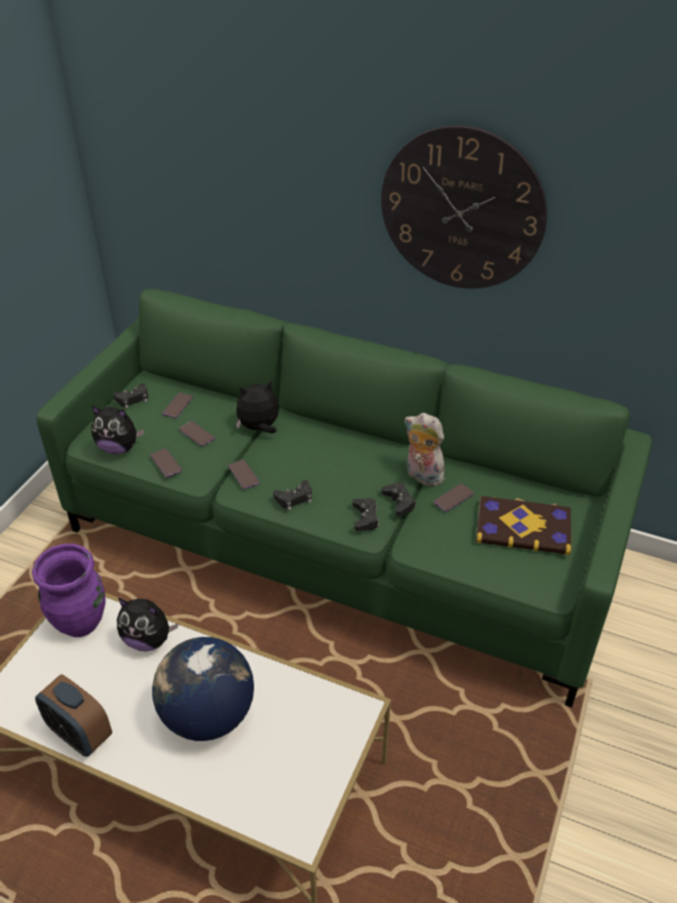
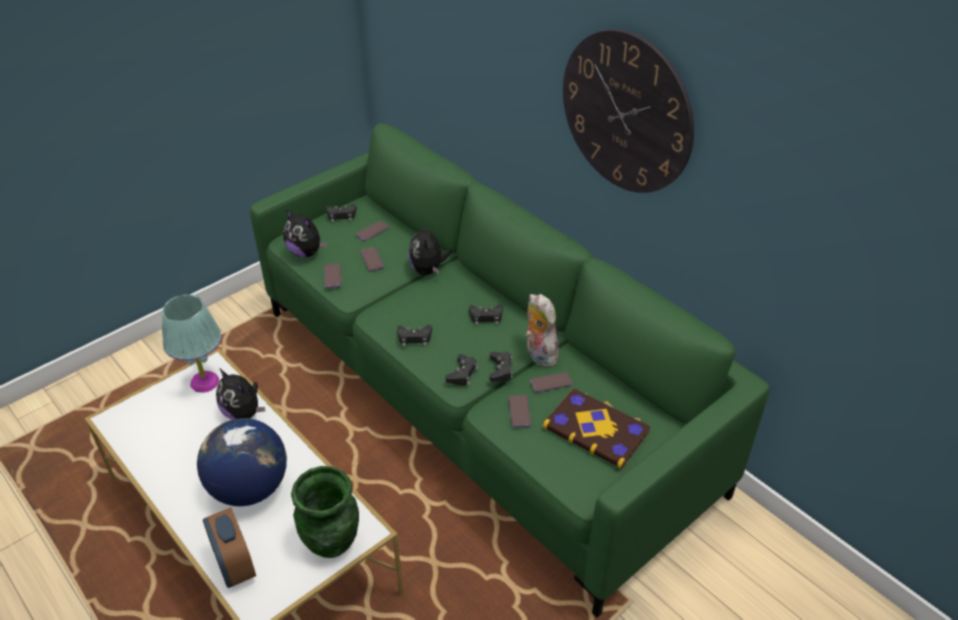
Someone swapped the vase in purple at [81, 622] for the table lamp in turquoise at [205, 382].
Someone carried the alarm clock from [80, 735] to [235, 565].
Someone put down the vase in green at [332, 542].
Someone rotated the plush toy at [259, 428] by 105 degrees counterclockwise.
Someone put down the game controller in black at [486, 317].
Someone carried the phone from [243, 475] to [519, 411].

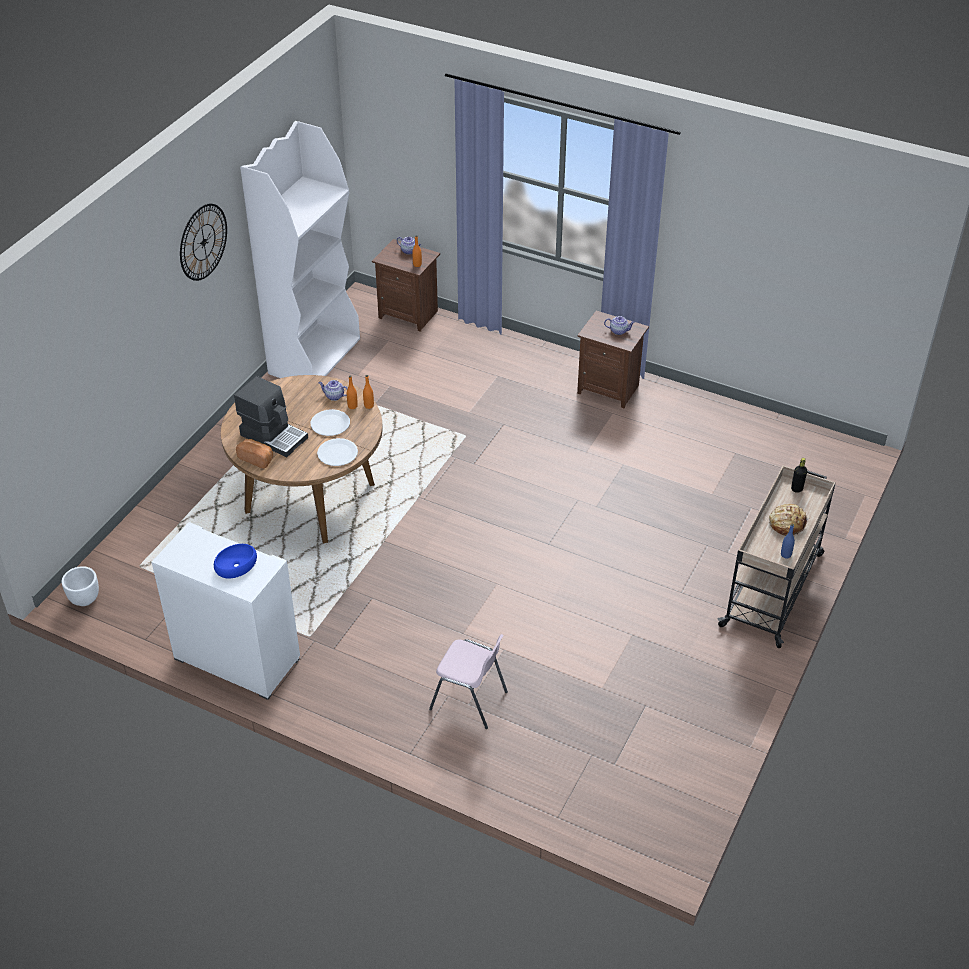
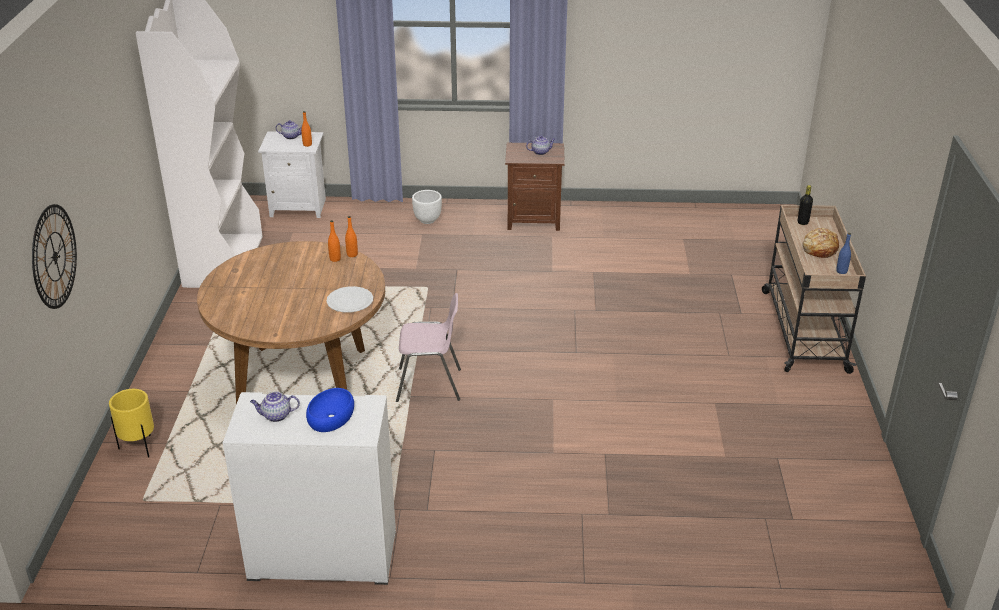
Someone carried the wall clock from [203, 242] to [54, 256].
Someone put down the planter in yellow at [139, 447].
Someone carried the teapot from [334, 396] to [276, 416].
Someone repainted the nightstand in brown at [409, 314], which became the nightstand in white at [298, 207].
Someone carried the chair in pink from [469, 701] to [430, 385].
Someone carried the planter in white from [84, 599] to [427, 220].
Someone took away the coffee machine at [274, 436].
Someone took away the bread at [257, 458].
Someone took away the plate in white at [330, 424].

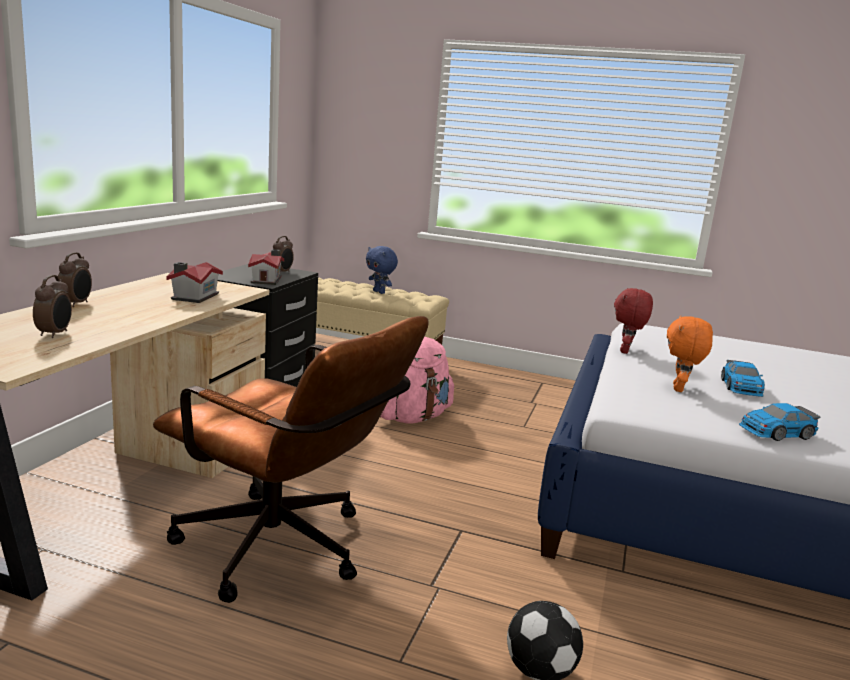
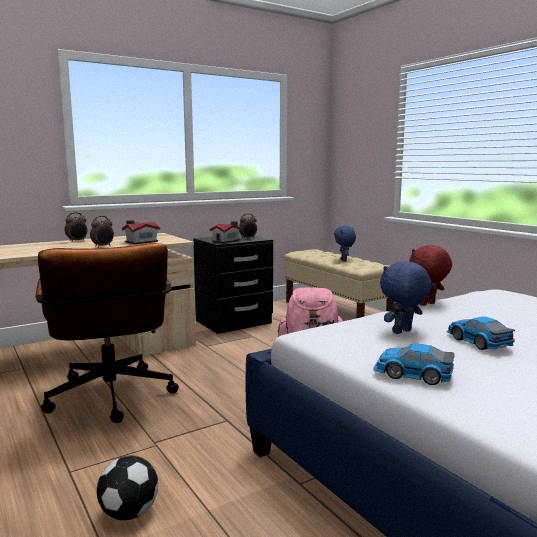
Someone carried the alarm clock from [55, 334] to [103, 246].
Someone repainted the plush toy in orange at [680, 389], which became the plush toy in blue at [402, 332].
Someone rotated the toy car at [741, 388] by 105 degrees clockwise.

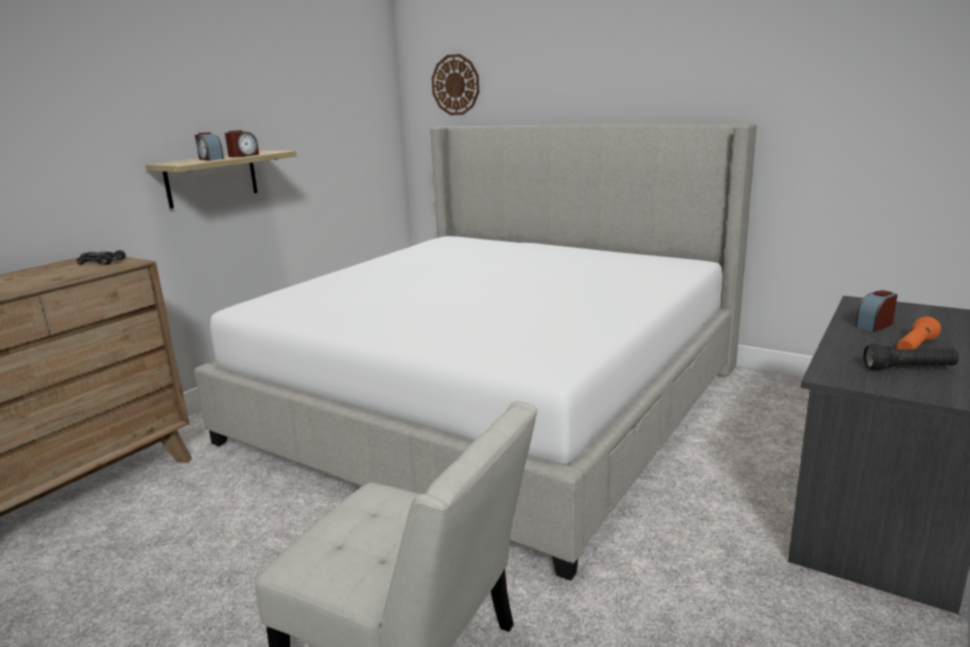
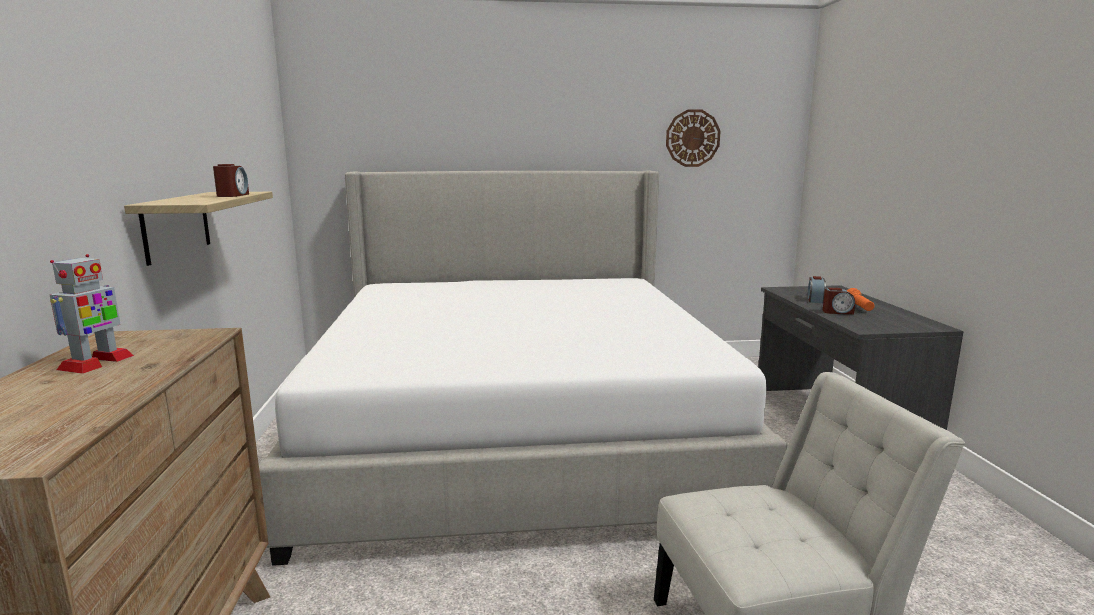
Someone put down the toy robot at [96, 363].
Someone carried the wall clock from [455, 85] to [692, 138].
Someone carried the alarm clock from [210, 159] to [837, 312].
Someone took away the toy car at [102, 262].
Someone took away the flashlight in black at [909, 368].

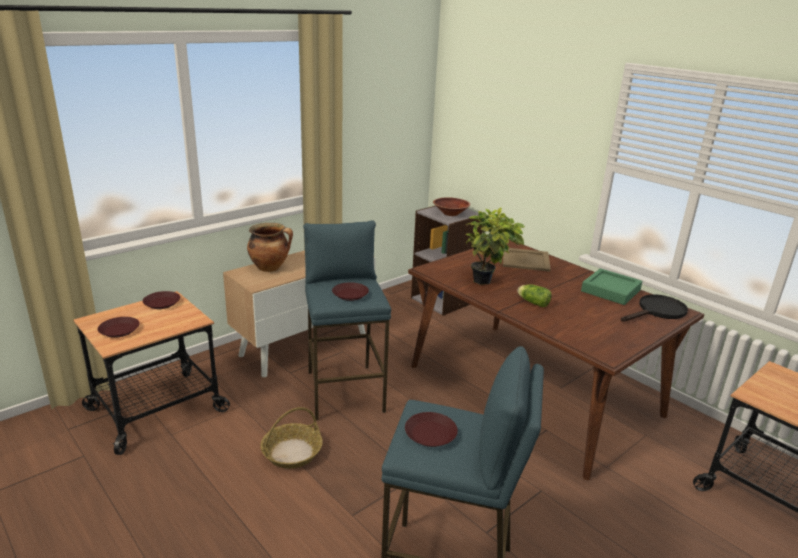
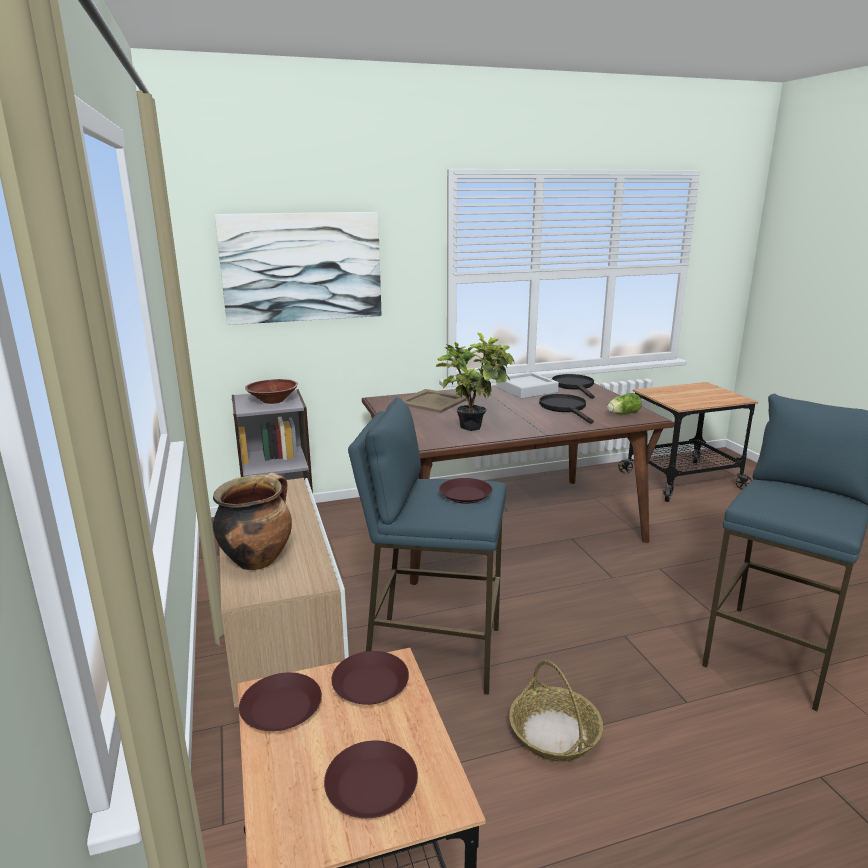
Someone put up the picture at [302, 267].
Someone carried the plate in brown from [430, 433] to [369, 684].
Someone repainted the tray in green at [610, 291], which became the tray in grey at [526, 390].
Someone put down the frying pan in black at [565, 408].
Someone carried the lettuce from [532, 302] to [622, 414].

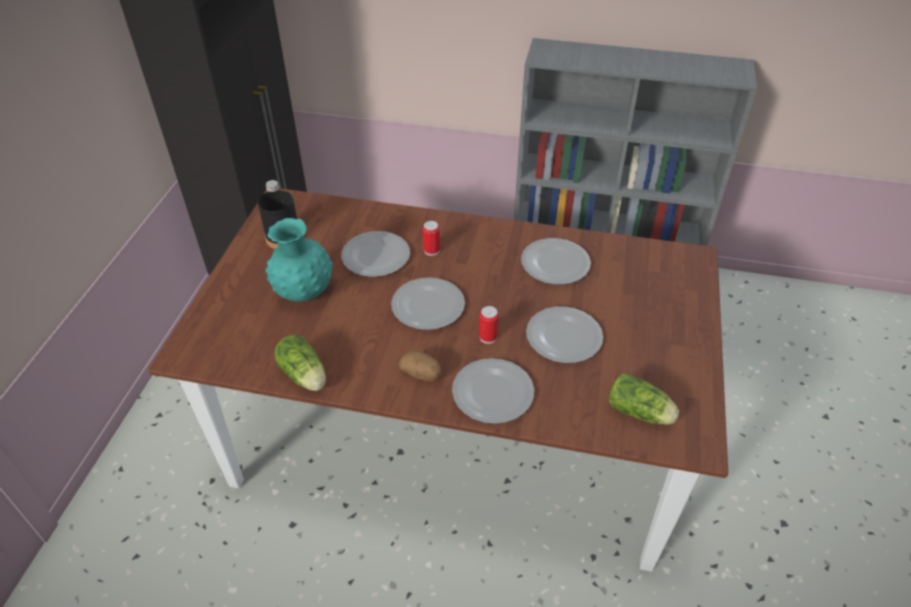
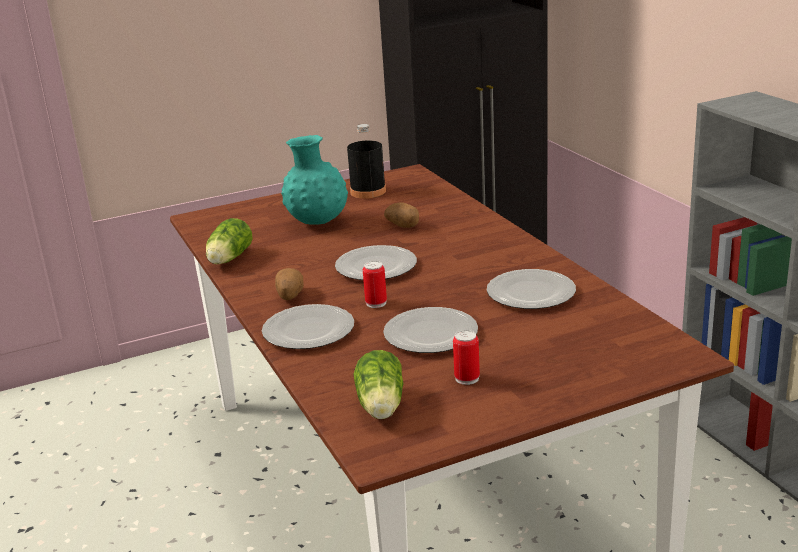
Someone swapped the plate at [375, 256] for the potato at [404, 226].
Someone carried the can from [431, 250] to [467, 378].

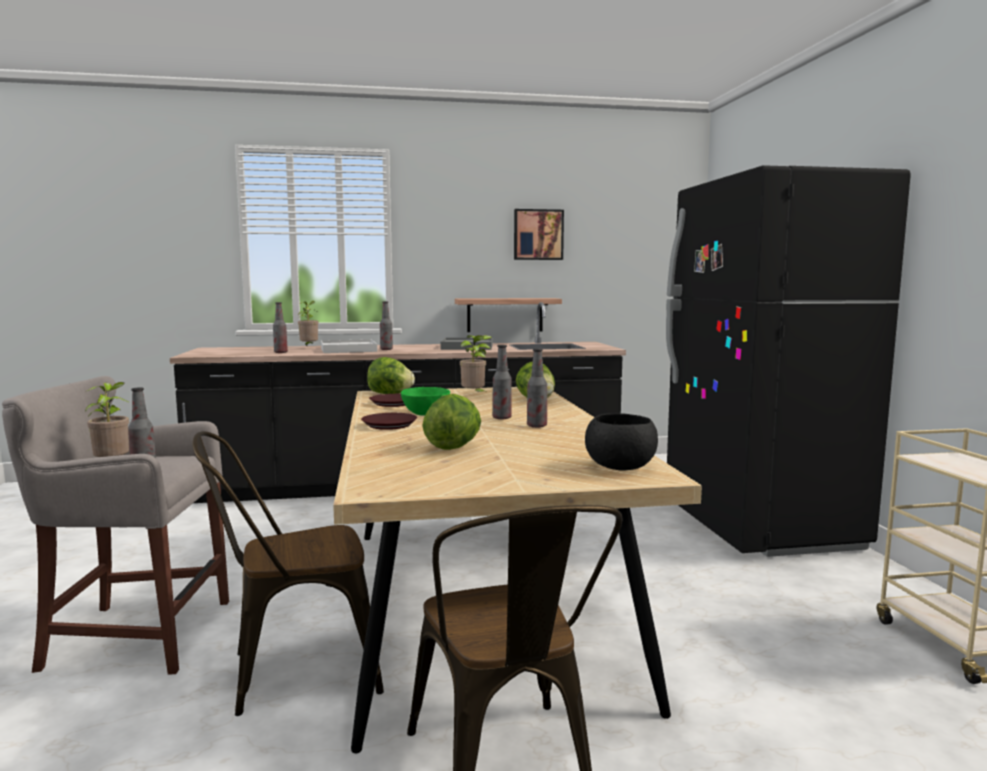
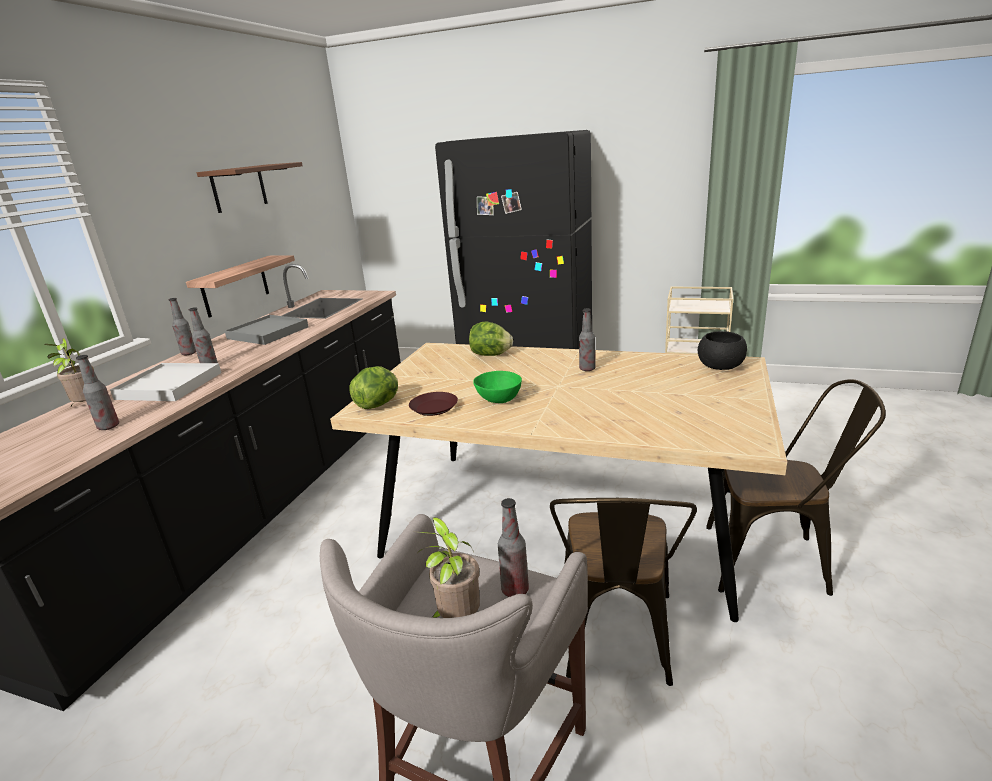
Someone carried the bottle from [502, 418] to [189, 353].
Someone swapped the picture at [538, 235] for the shelf in brown at [239, 188].
Someone took away the plate in brown at [389, 425].
Someone took away the lettuce at [453, 447].
Someone took away the potted plant at [474, 396].

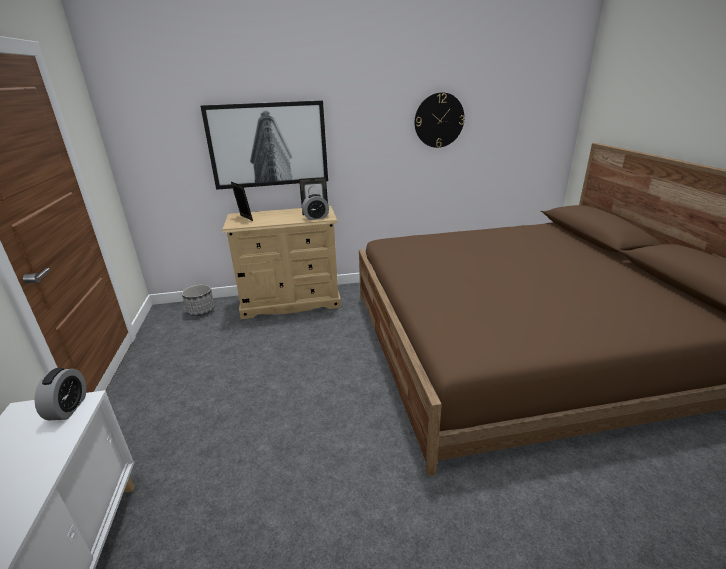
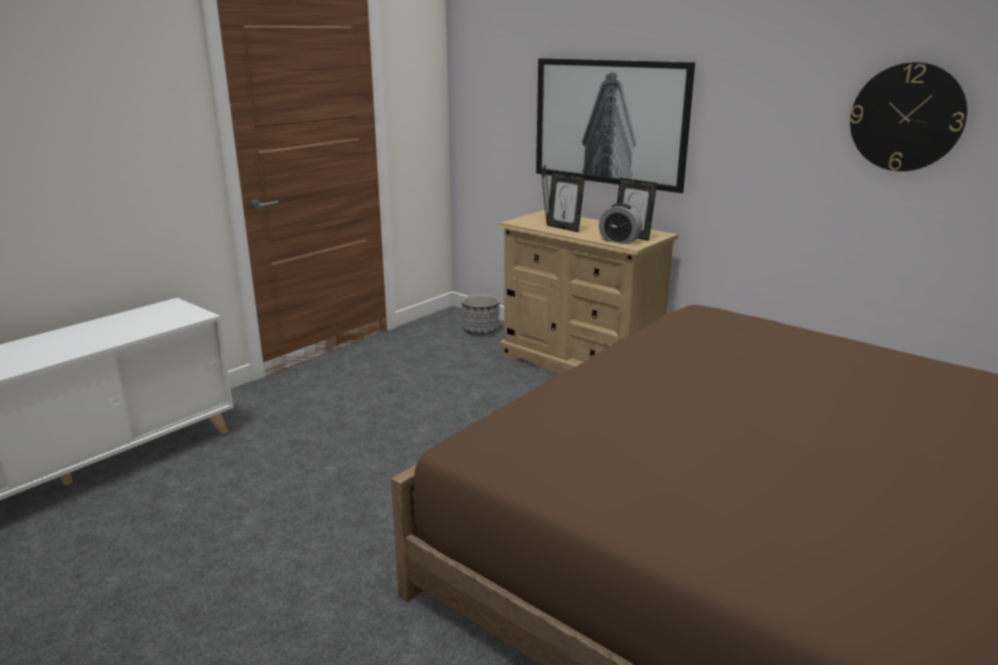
Someone put down the picture frame at [564, 228].
Someone took away the alarm clock at [68, 408].

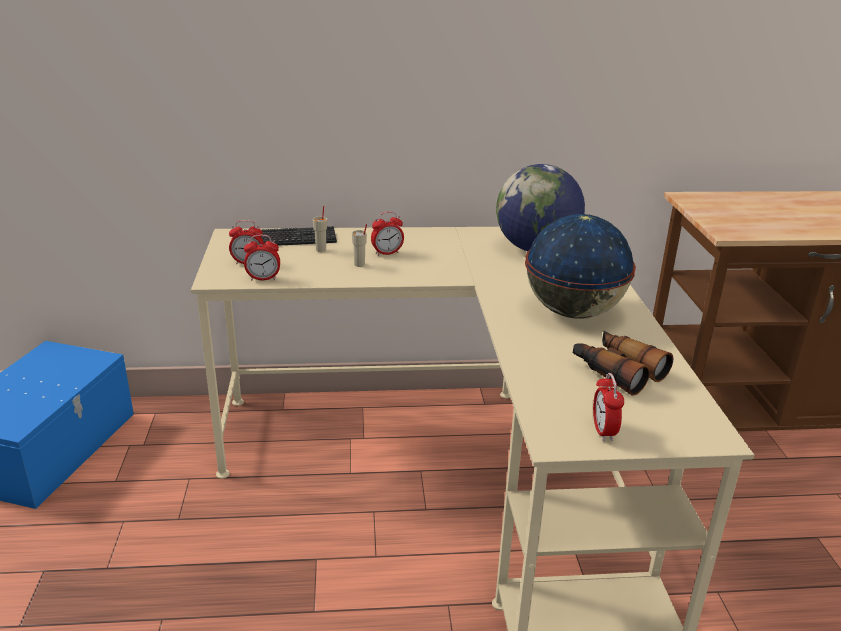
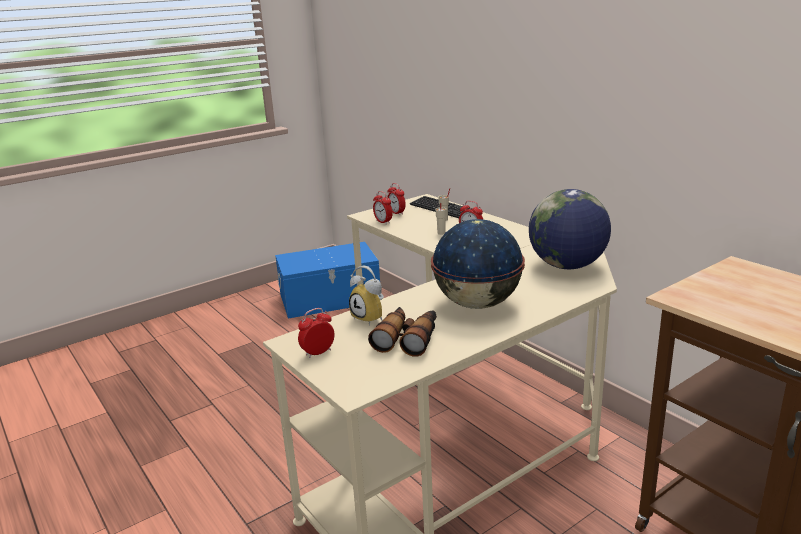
Someone put down the alarm clock at [372, 318].

